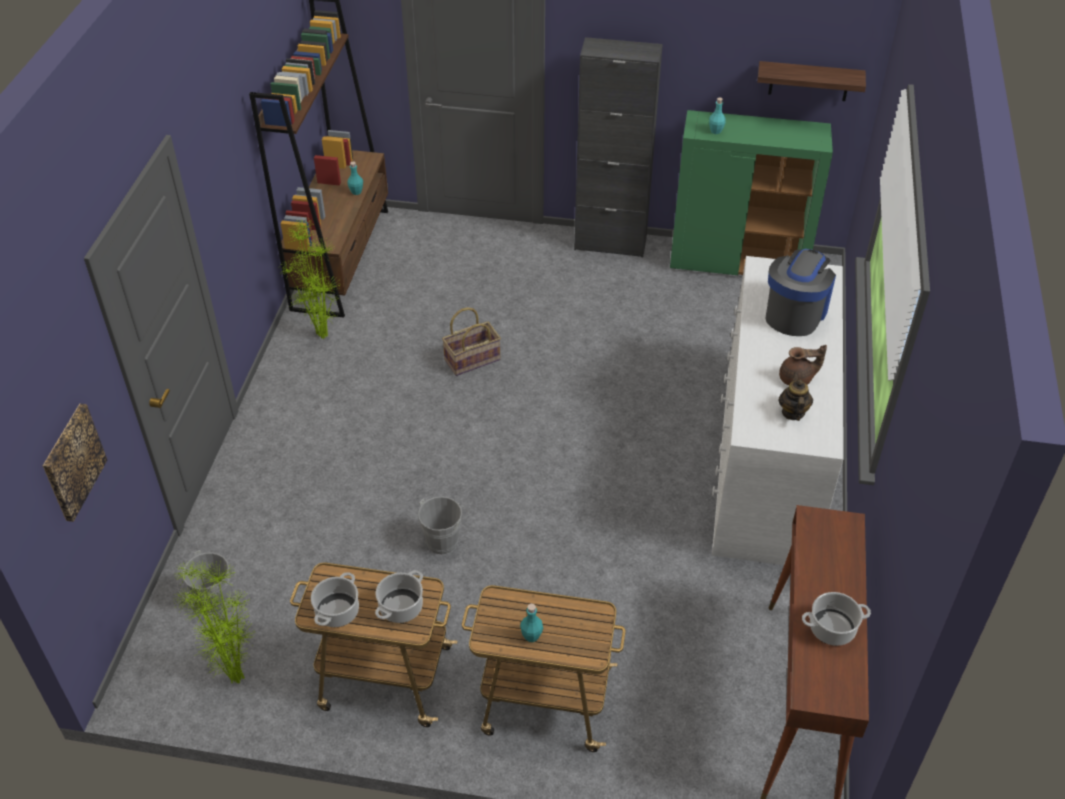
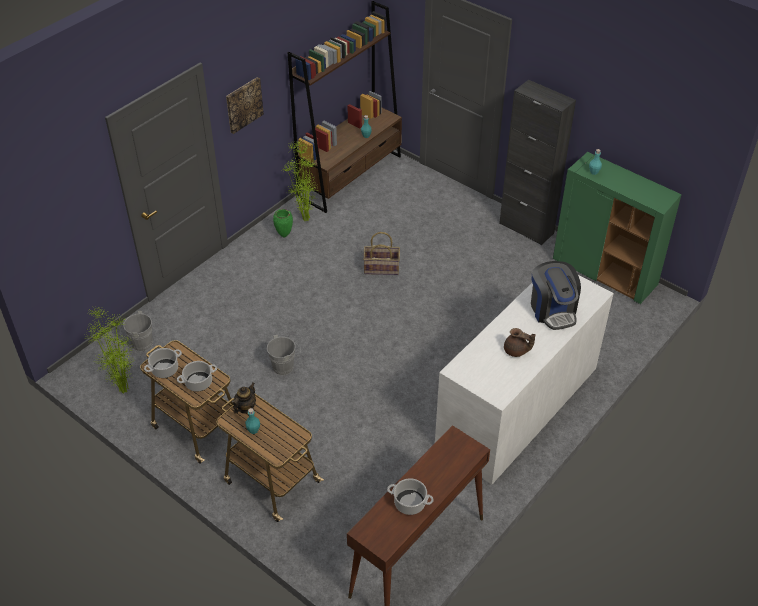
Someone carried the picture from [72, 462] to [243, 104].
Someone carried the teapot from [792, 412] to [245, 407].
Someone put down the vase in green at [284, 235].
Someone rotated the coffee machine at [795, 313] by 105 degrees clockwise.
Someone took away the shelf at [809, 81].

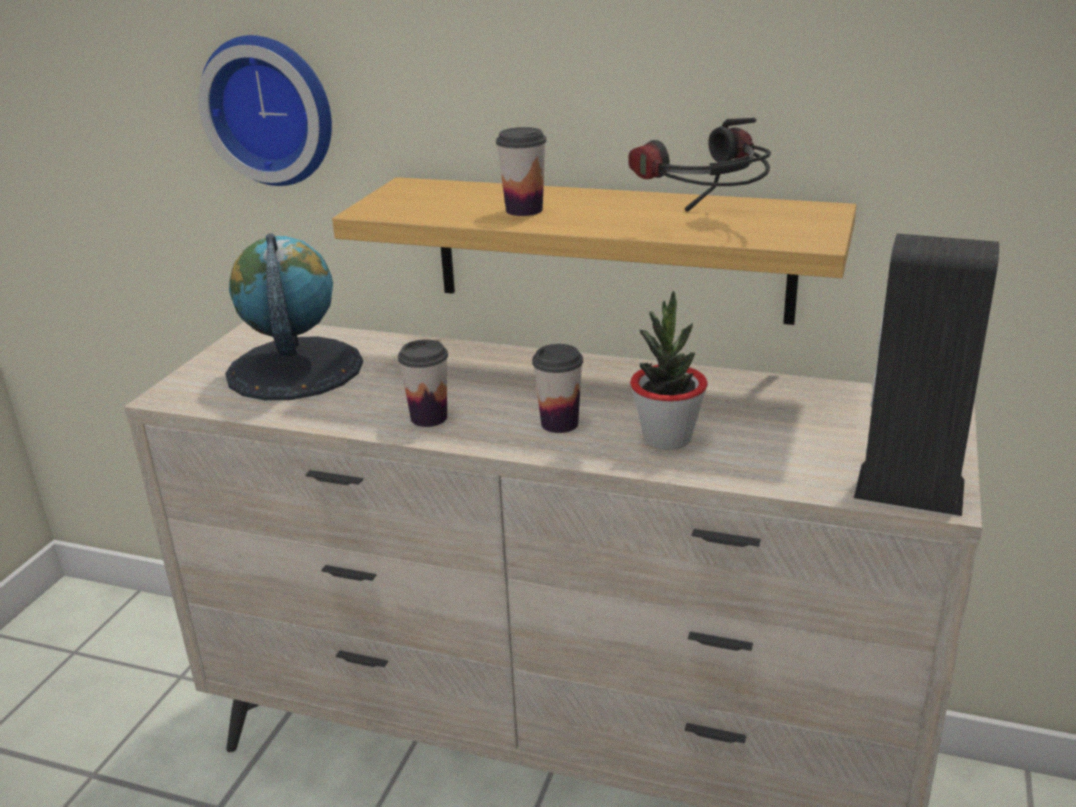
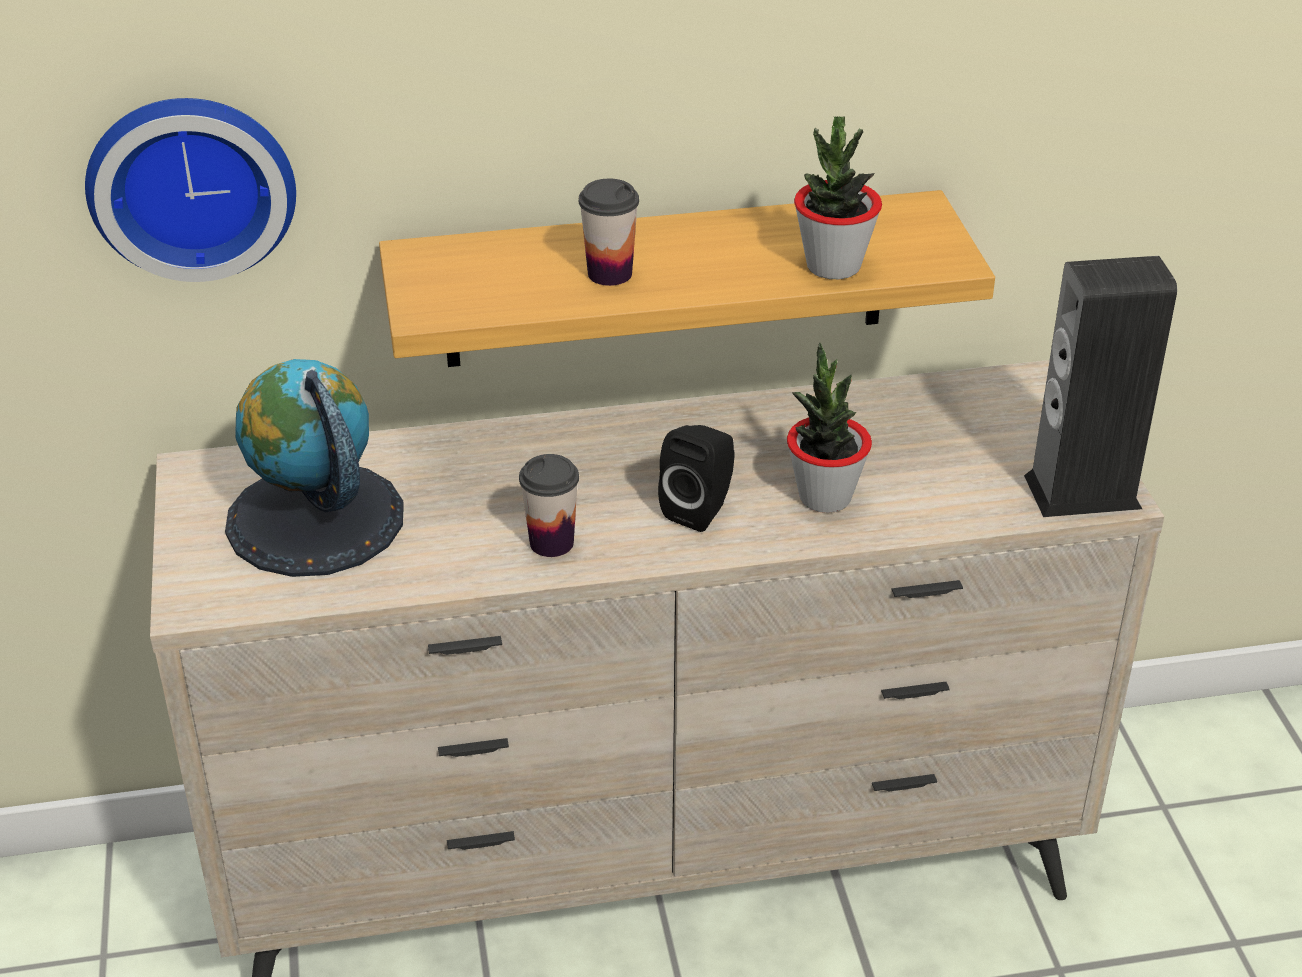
Someone swapped the cup at [559, 424] for the speaker in black at [700, 509].
Someone swapped the headphones at [704, 229] for the potted plant at [833, 266].

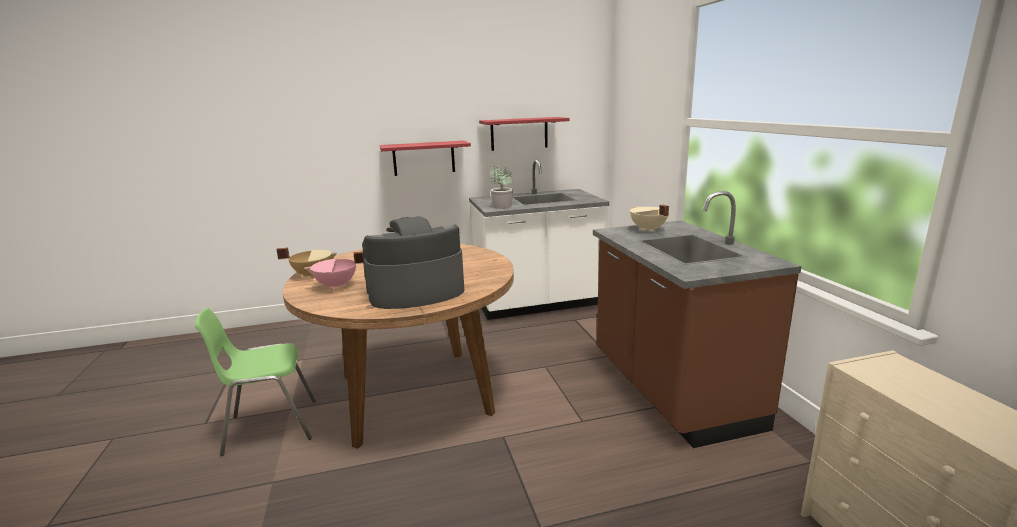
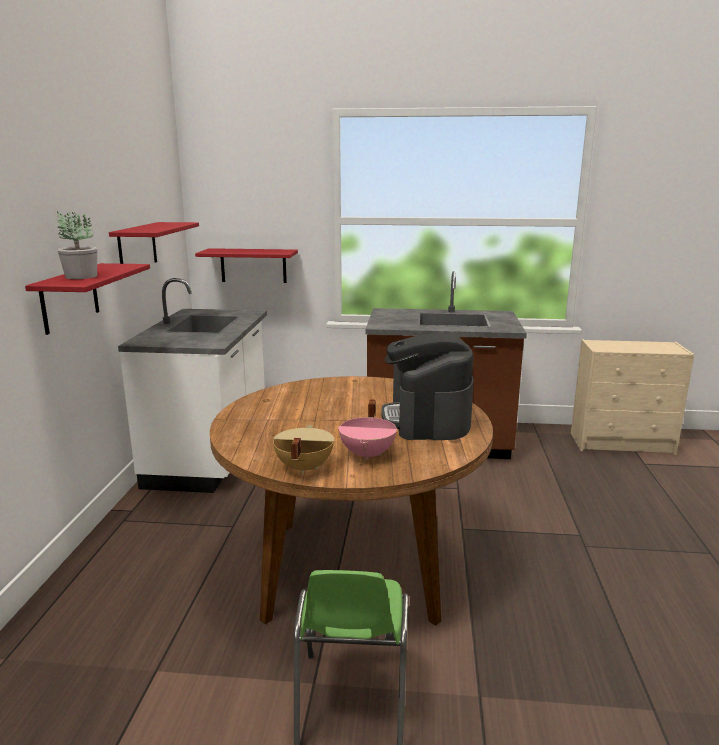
Someone carried the potted plant from [502, 206] to [81, 276].
Someone put up the shelf in red at [253, 265].
Someone took away the cooking pot in beige at [648, 229].

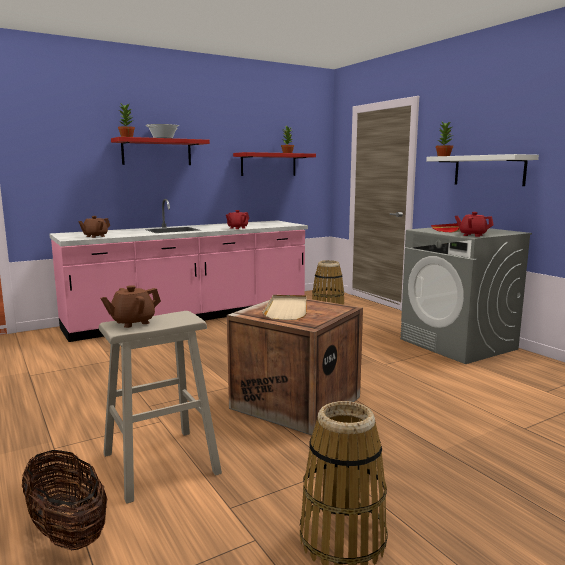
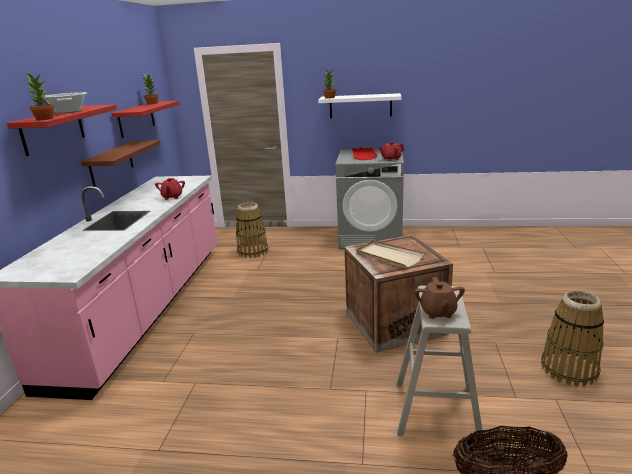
Someone put up the shelf in brown at [111, 163].
Someone took away the teapot in brown at [95, 236].

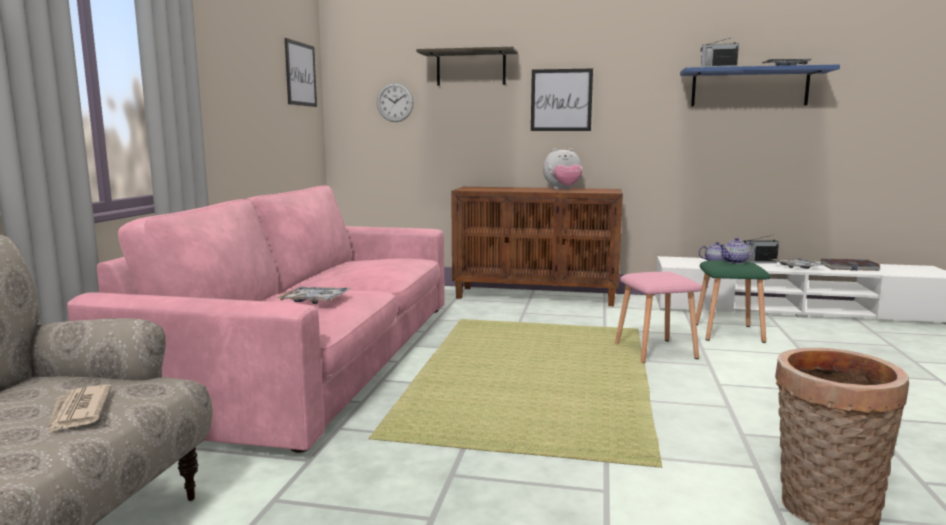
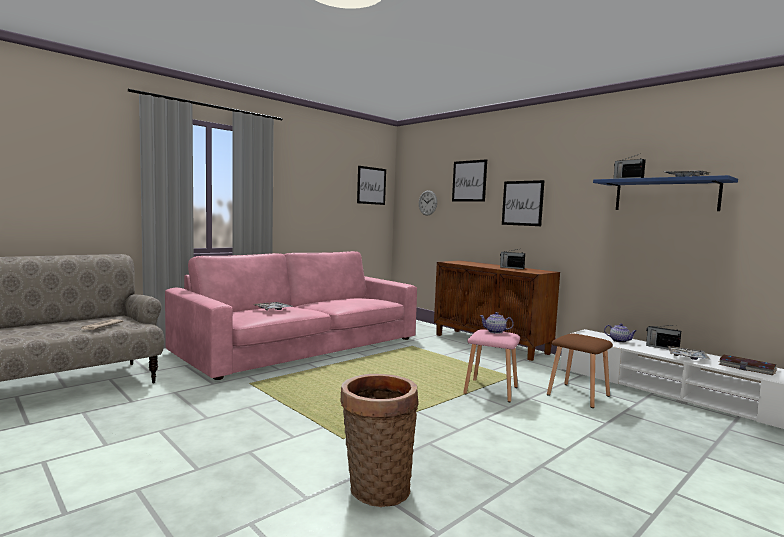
Someone swapped the shelf at [471, 68] for the picture at [469, 181].
Someone carried the teapot from [735, 262] to [495, 331].
Someone swapped the plush toy at [563, 189] for the radio at [511, 268].
Someone repainted the stool in green at [729, 333], which became the stool in brown at [578, 396].

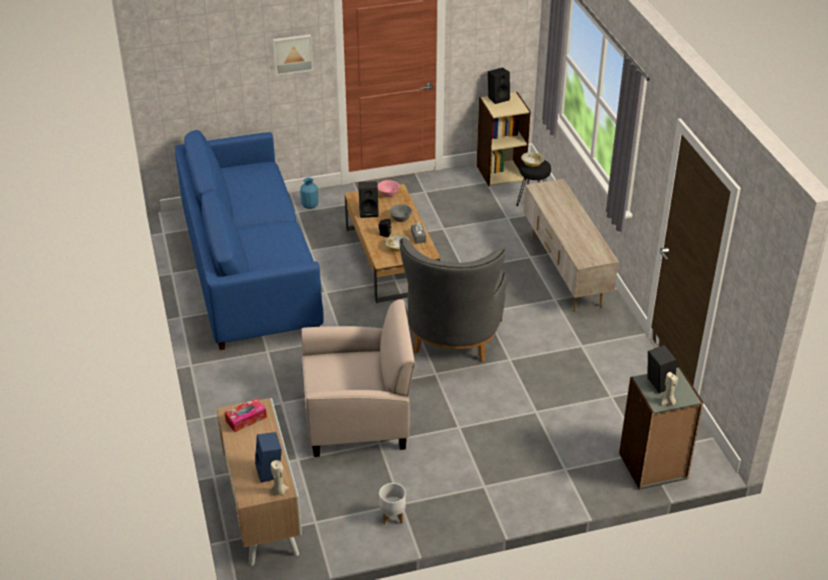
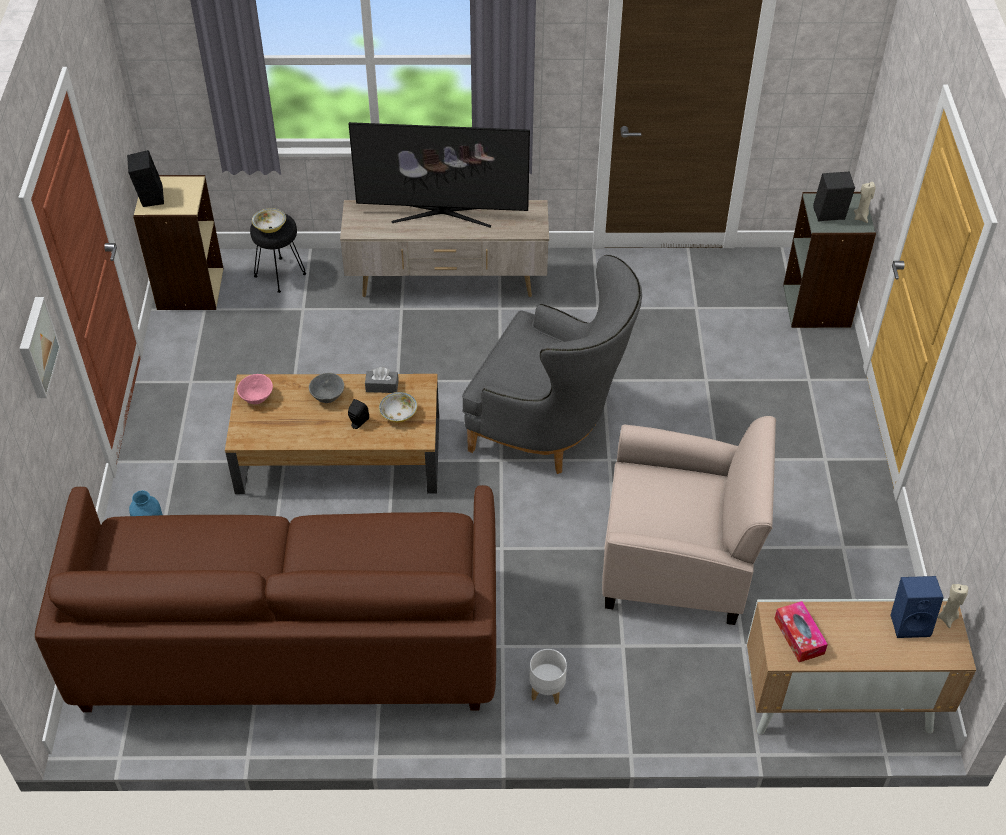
Someone repainted the sofa in blue at [250, 270], which became the sofa in brown at [289, 639].
Someone put down the television at [442, 214].
Someone carried the planter in white from [392, 516] to [546, 691].
Someone rotated the armchair in beige at [358, 419] by 90 degrees clockwise.
Someone took away the speaker in black at [369, 212].

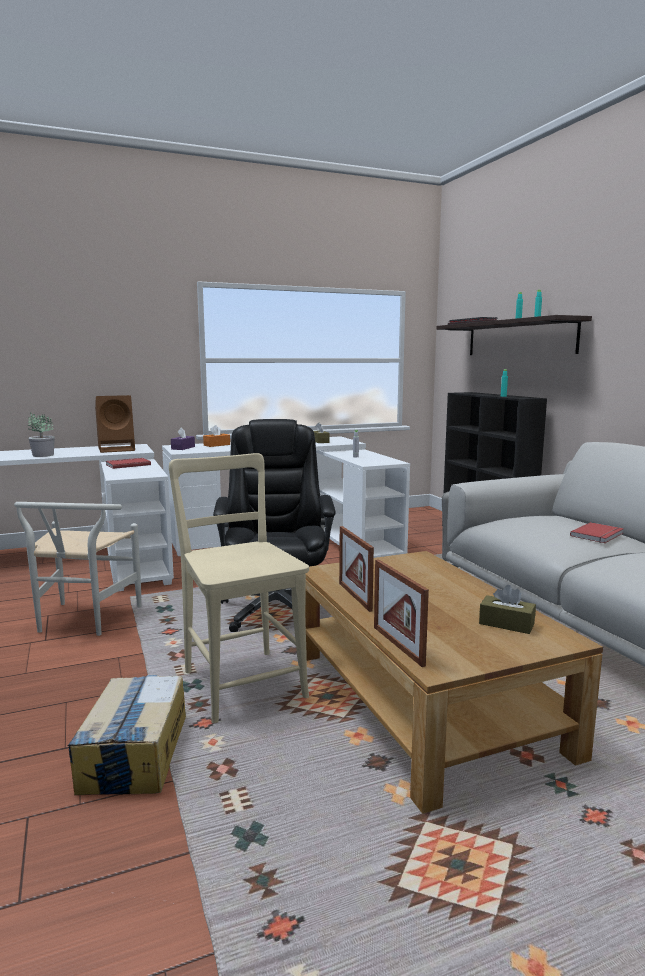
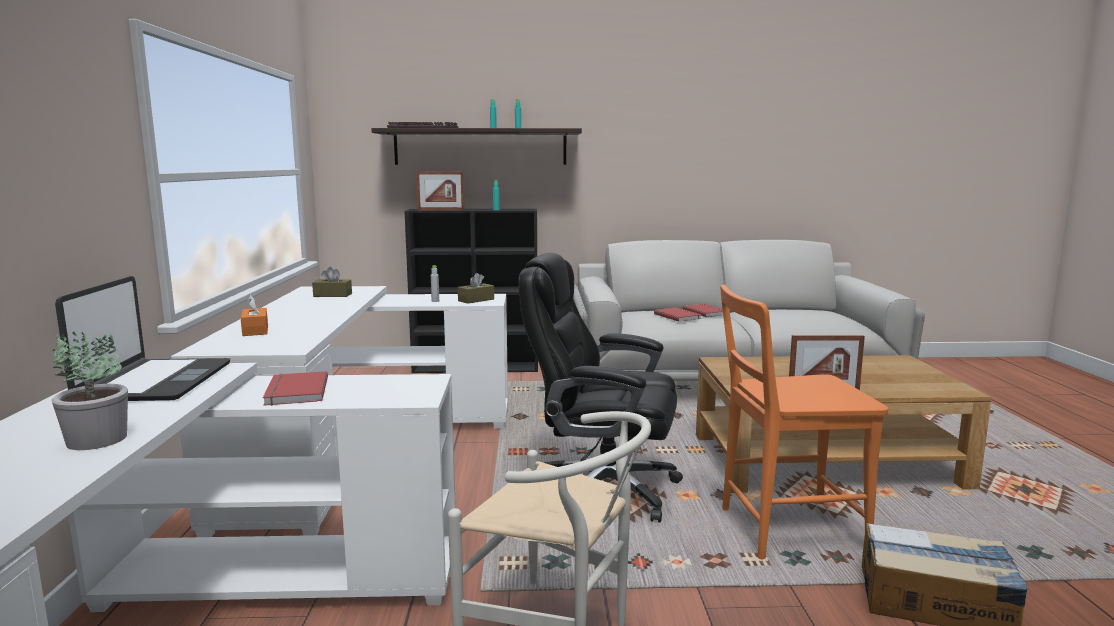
Someone swapped the speaker in brown at [117, 449] for the laptop at [155, 382].
Someone carried the picture frame from [398, 645] to [441, 210].
Someone carried the tissue box in brown from [506, 624] to [476, 300].
Someone put down the book in red at [678, 316].
Someone repainted the chair in beige at [241, 681], which became the chair in orange at [784, 530].
Someone took away the tissue box in purple at [183, 448].

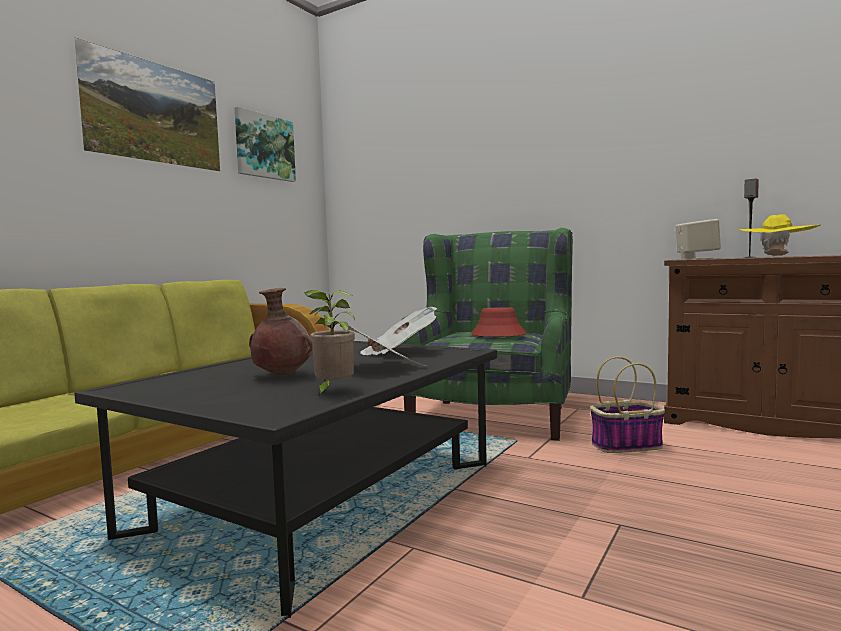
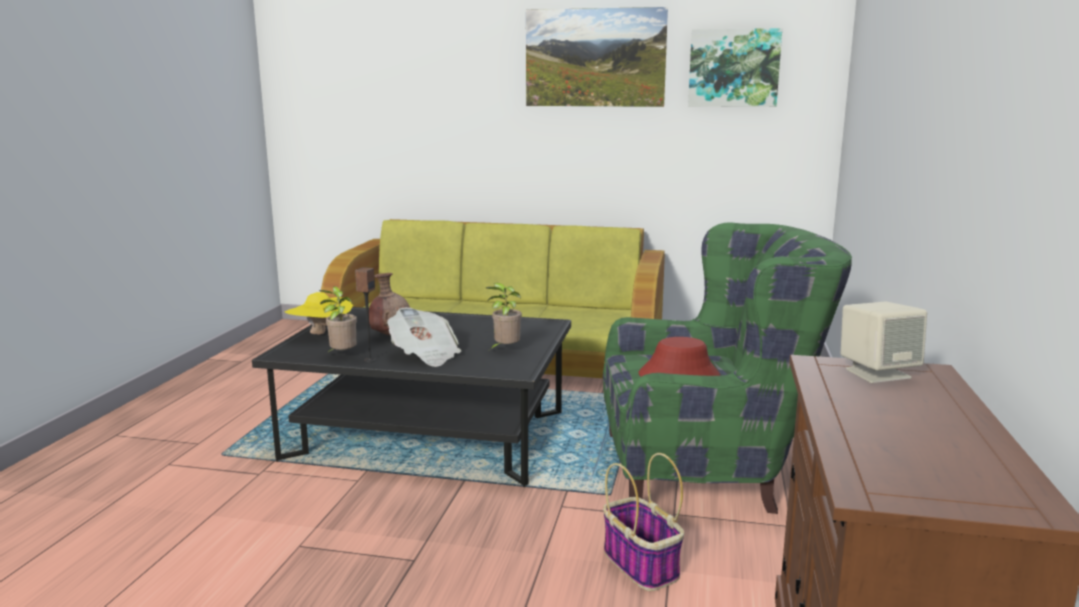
Someone carried the hat in yellow from [776, 256] to [320, 334].
Someone carried the speaker from [749, 257] to [370, 360].
Someone swapped the newspaper at [399, 352] for the potted plant at [505, 350].

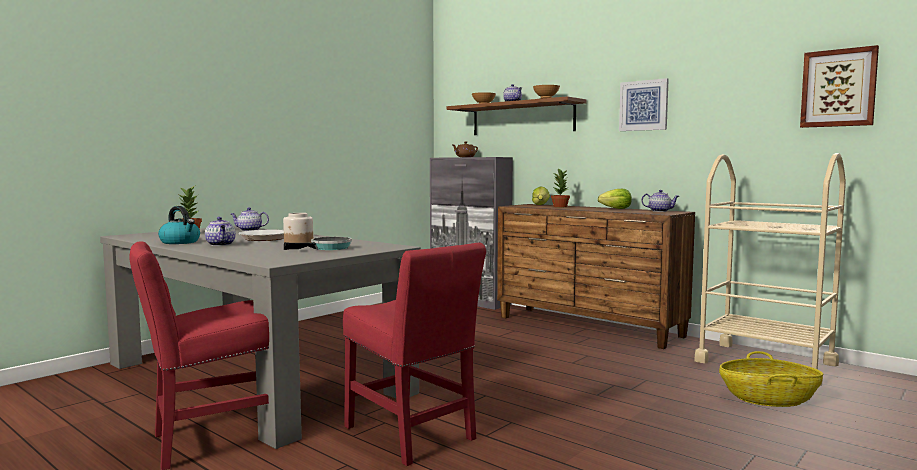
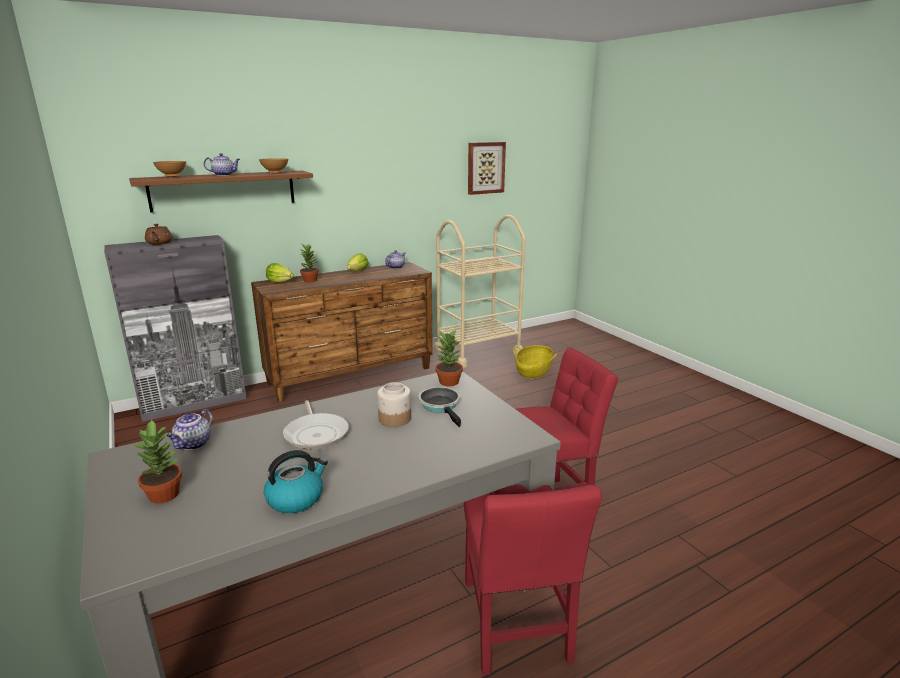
Someone put down the potted plant at [448, 382].
Someone took away the teapot at [221, 244].
Someone took away the picture at [643, 105].

